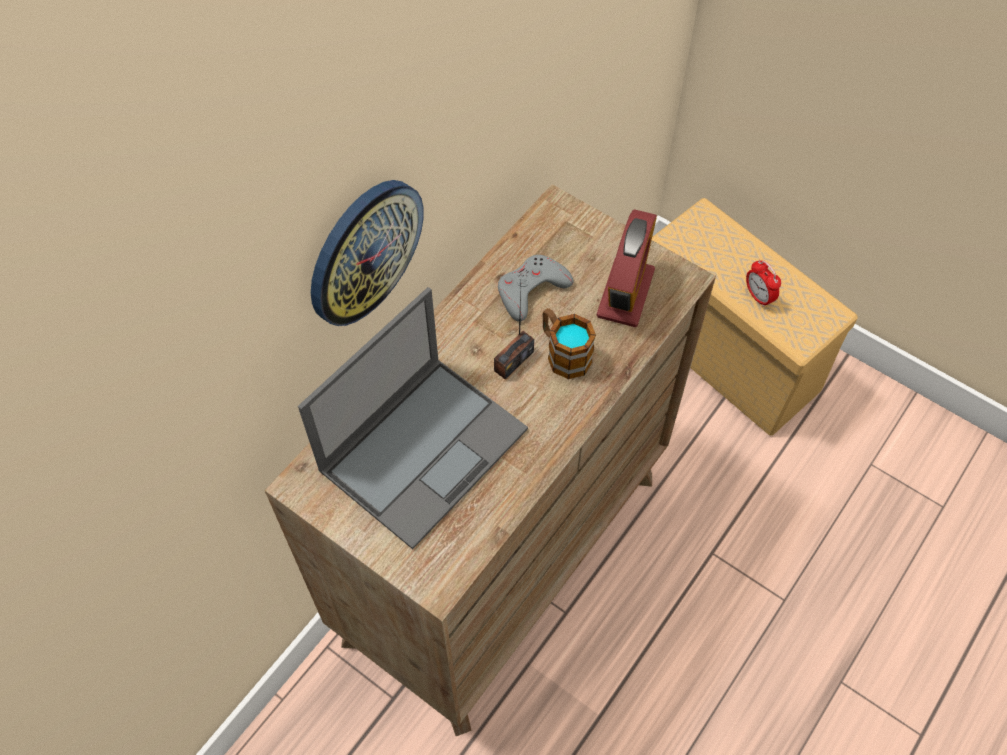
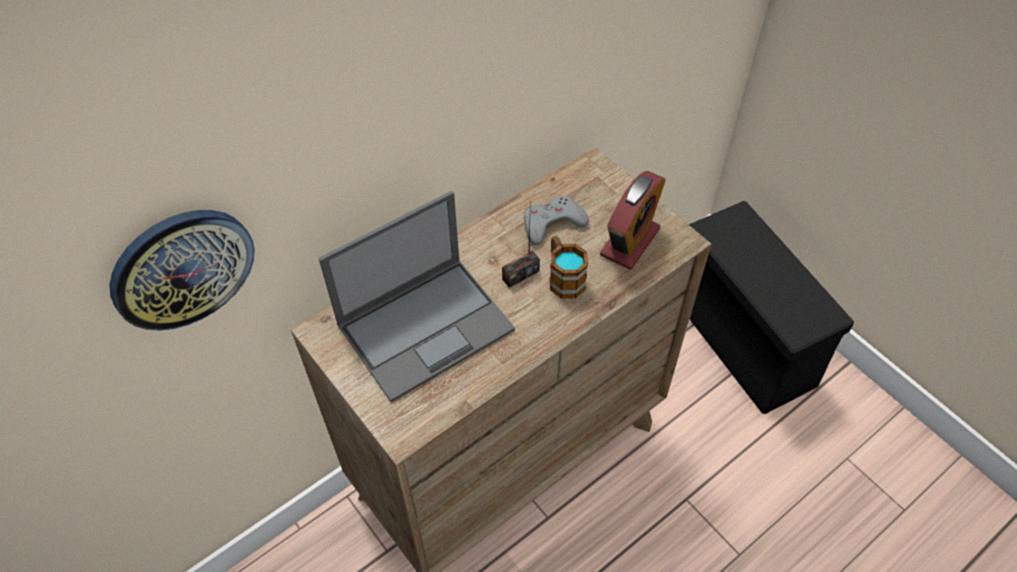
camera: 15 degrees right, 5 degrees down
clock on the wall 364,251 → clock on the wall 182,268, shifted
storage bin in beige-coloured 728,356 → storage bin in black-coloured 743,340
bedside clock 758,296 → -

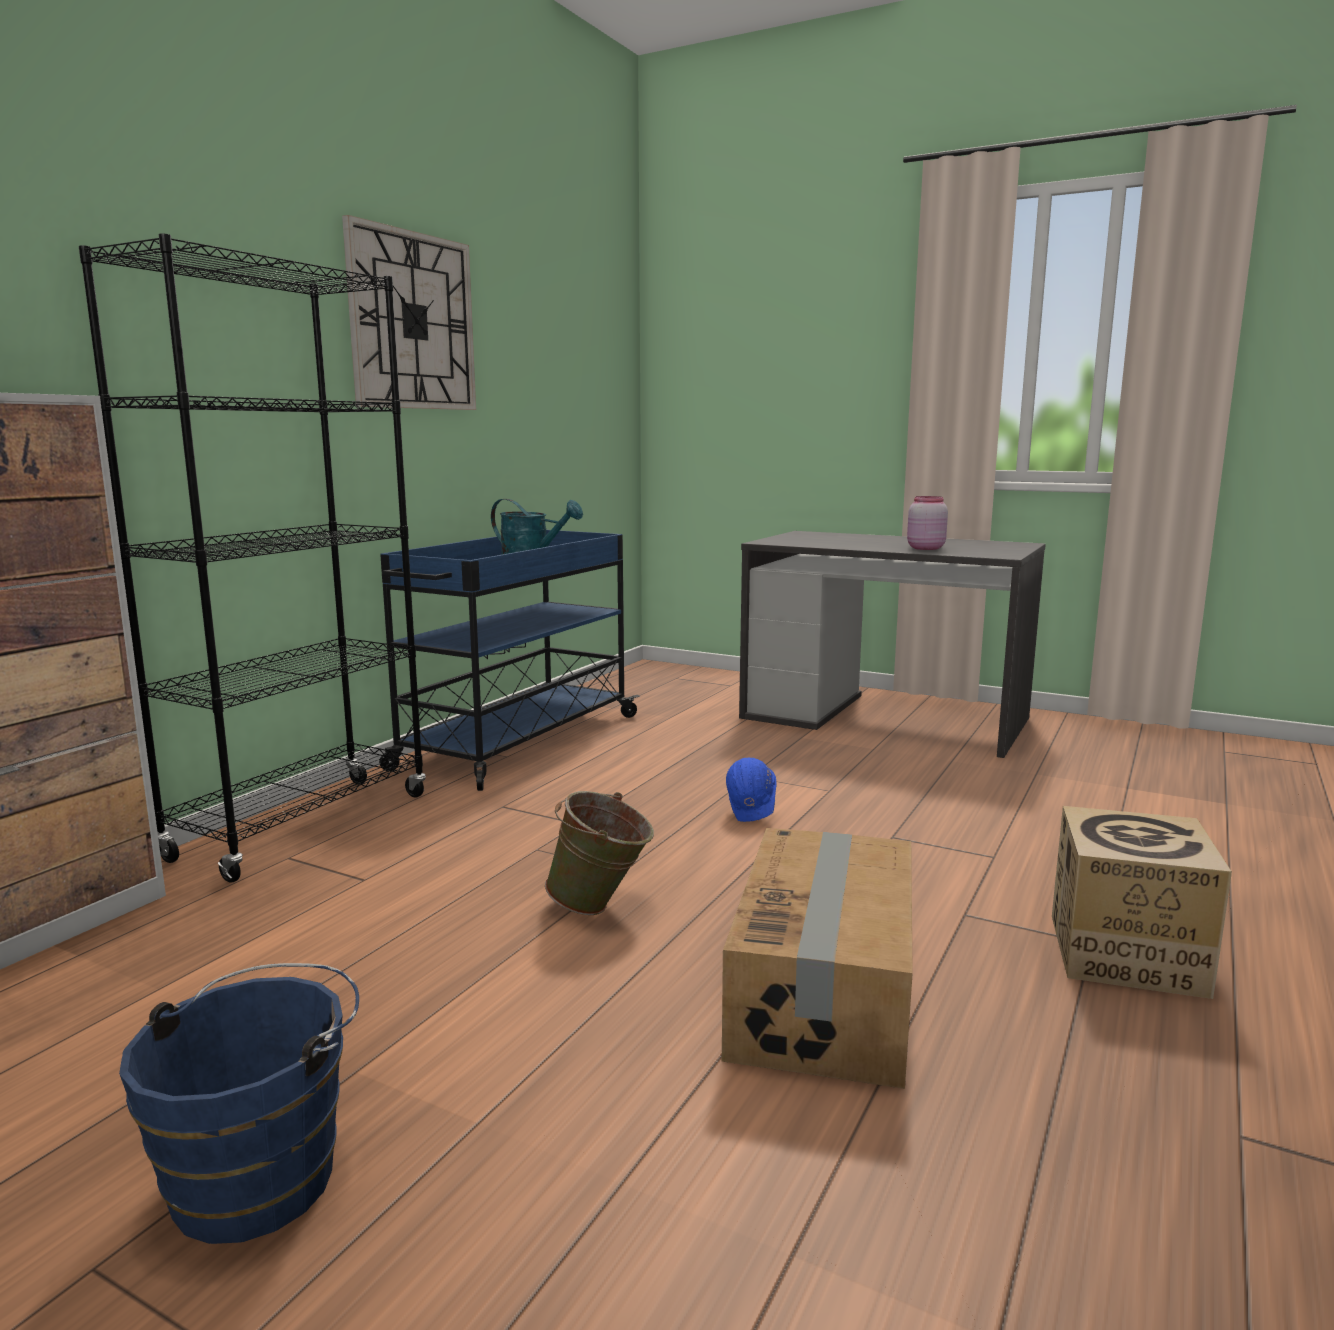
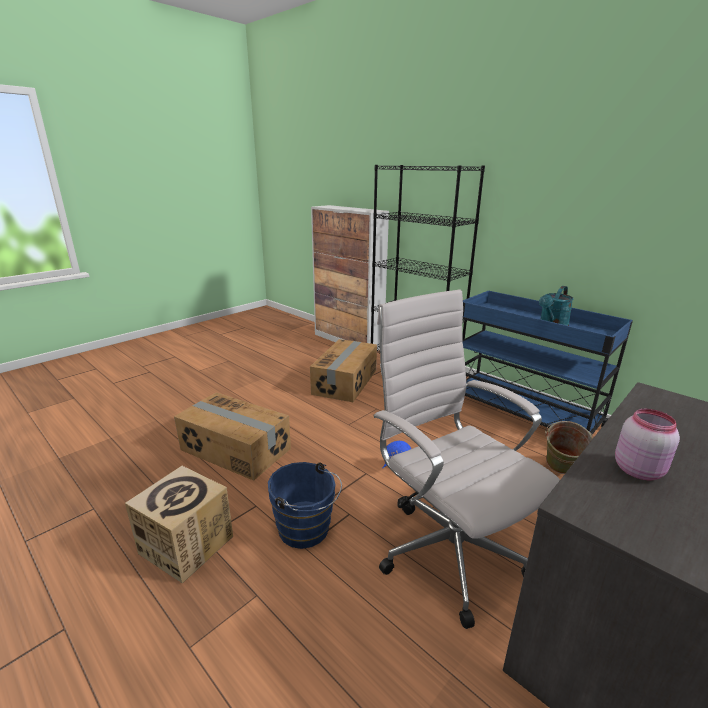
camera: 105 degrees right, 10 degrees up
clock on the wall 412,321 → -
water bucket in green-coloured 601,908 → water bucket in green-coloured 560,472, shifted
water bucket in bluish 264,1174 → water bucket in bluish 307,531, shifted
- → office chair in white 447,550
- → carton 346,382

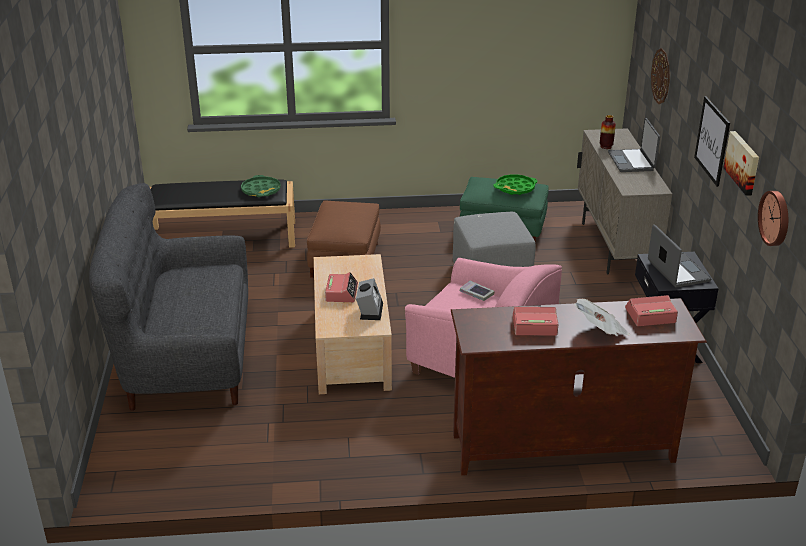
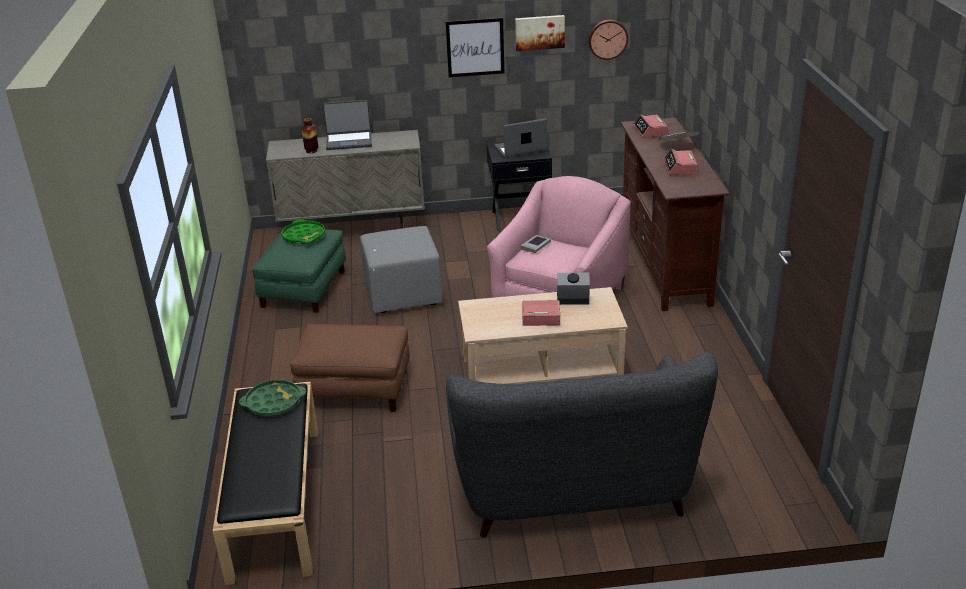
camera: 90 degrees left, 0 degrees up
clock on the wall 661,76 → -

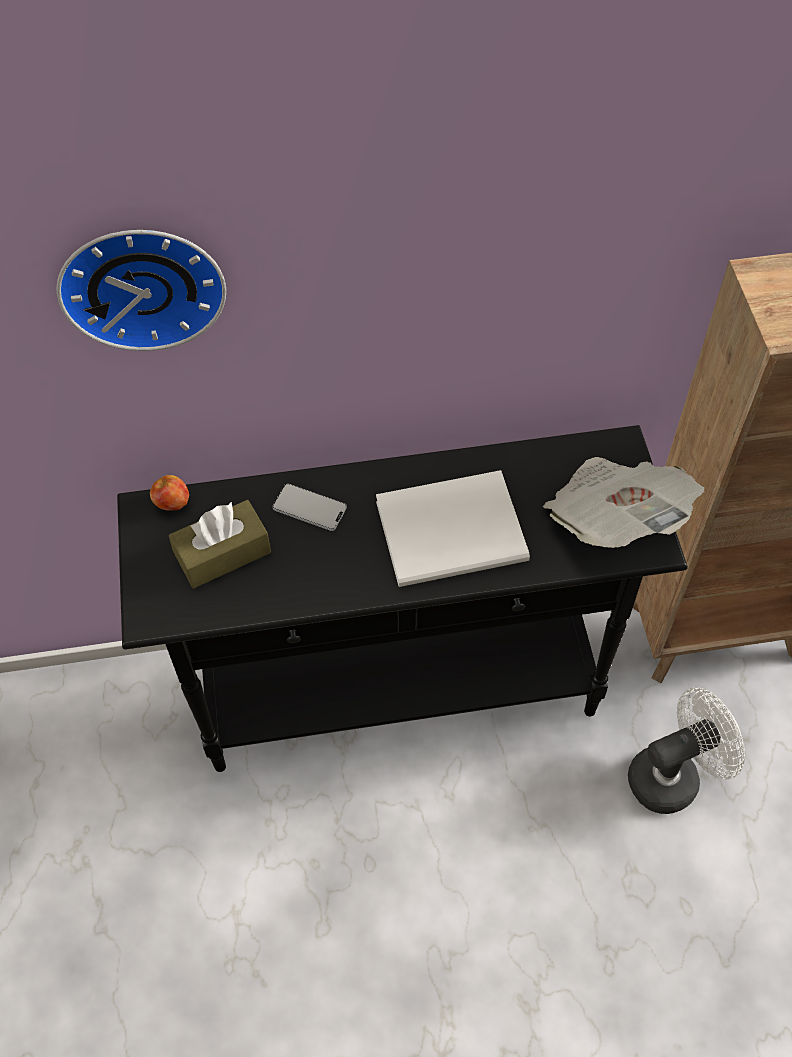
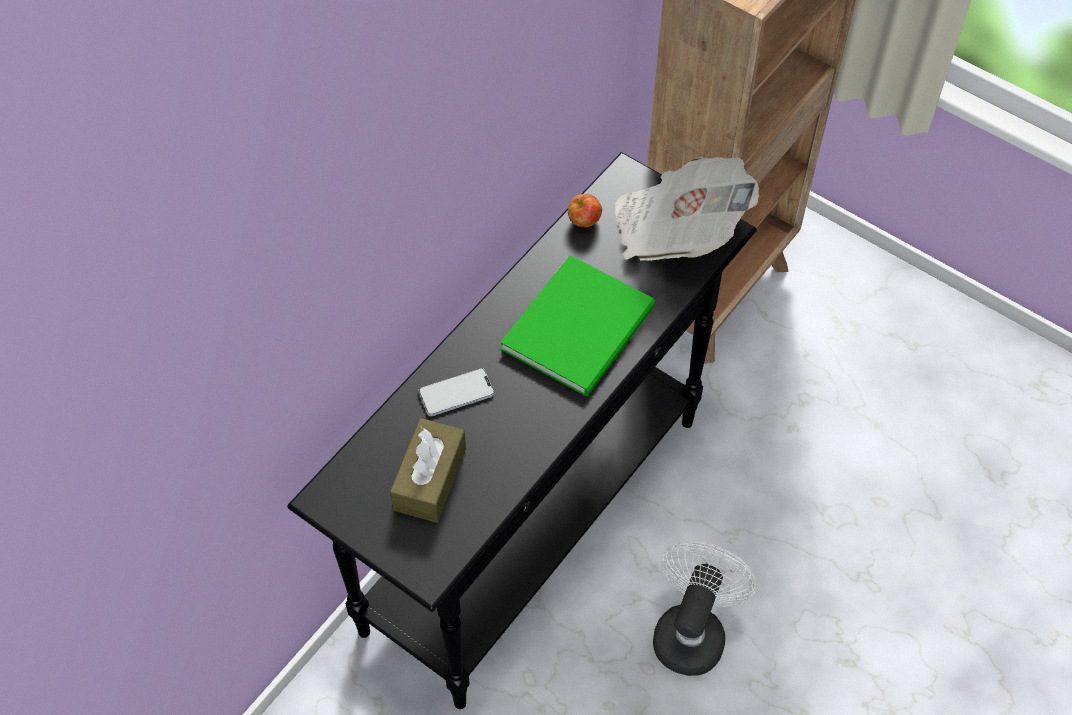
camera: 45 degrees left, 0 degrees up
clock on the wall 142,283 → -
book in white 456,533 → book in green-coloured 583,326
whole apple 172,503 → whole apple 584,222, shifted
cooling fan in white 673,775 → cooling fan in white 692,630, shifted

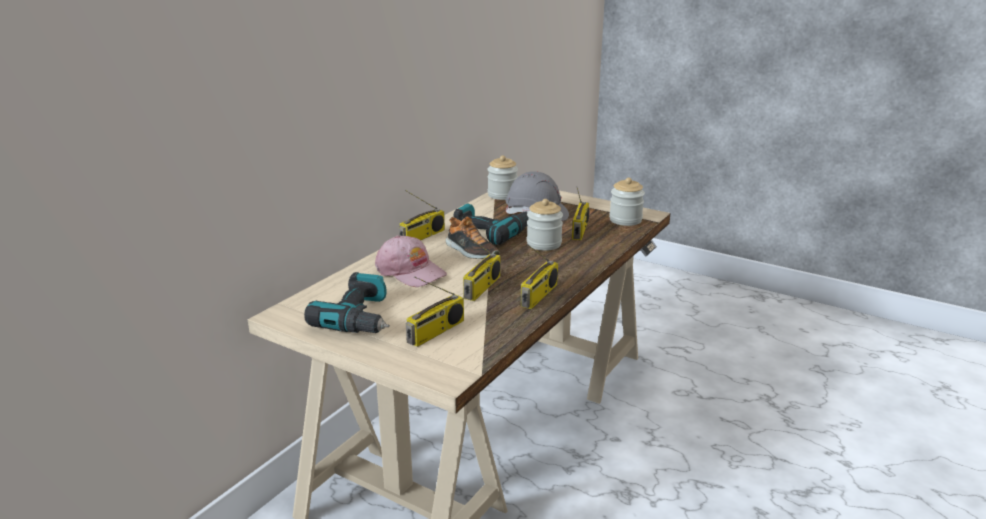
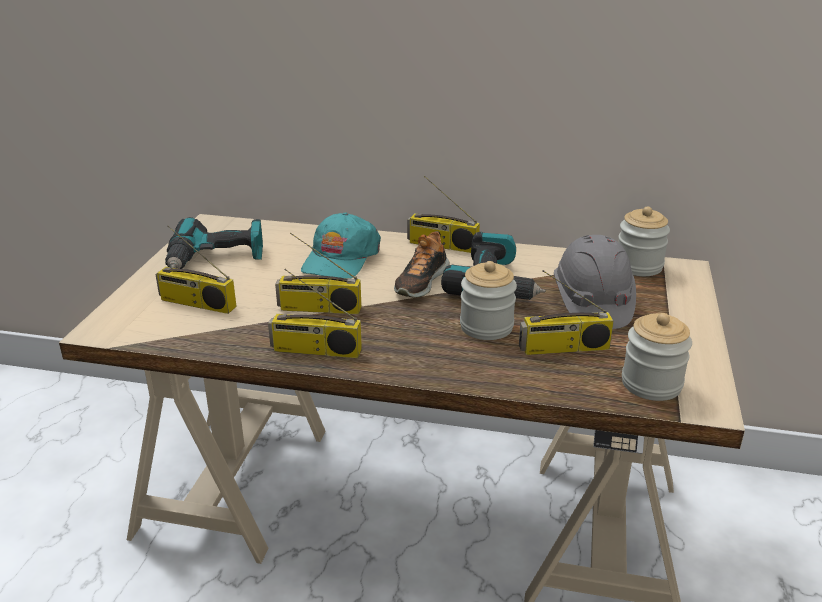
camera: 70 degrees right, 5 degrees up
cap in pinkish 410,271 → cap in blue-green 340,259

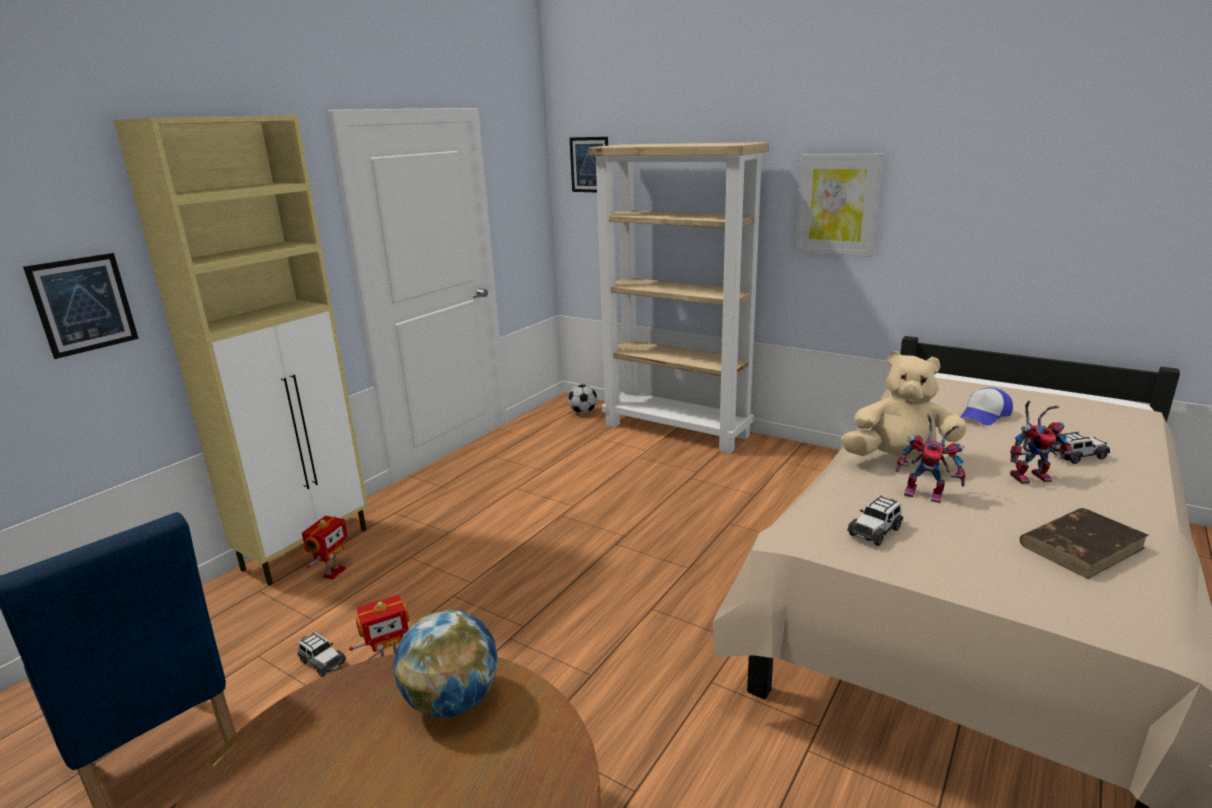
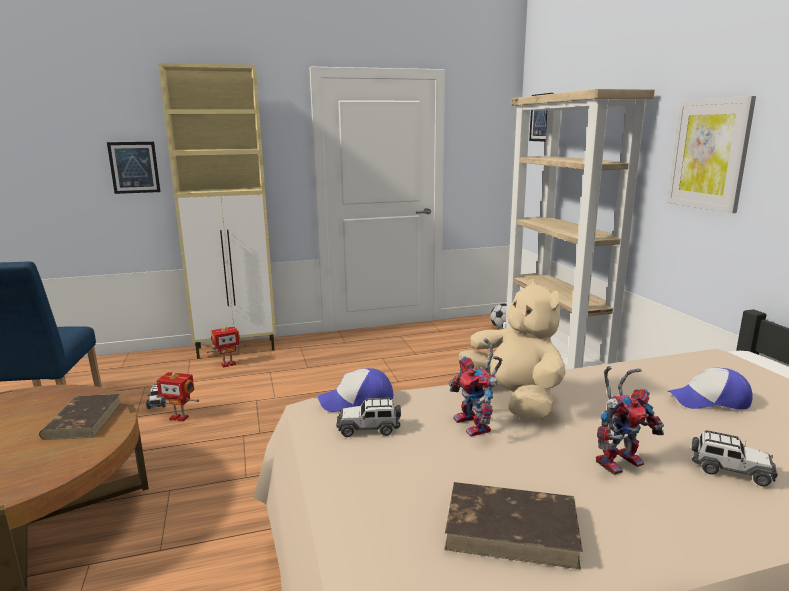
camera: 40 degrees right, 5 degrees down
toy robot 1031,476 → toy robot 619,460, 60 degrees counterclockwise
world globe 452,701 → book in brown-coloured 83,420
- → cap 357,401

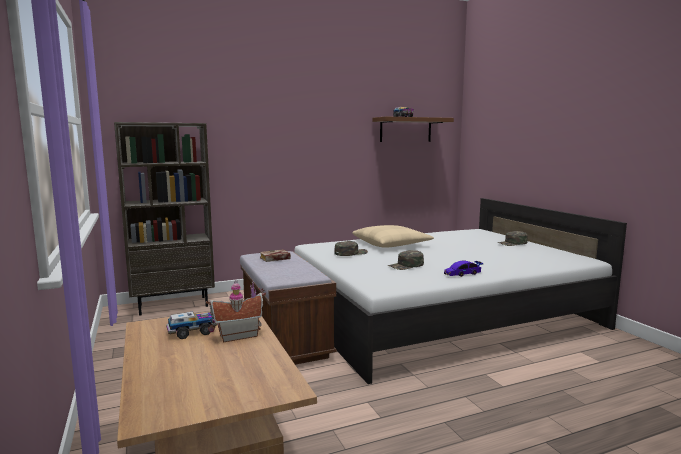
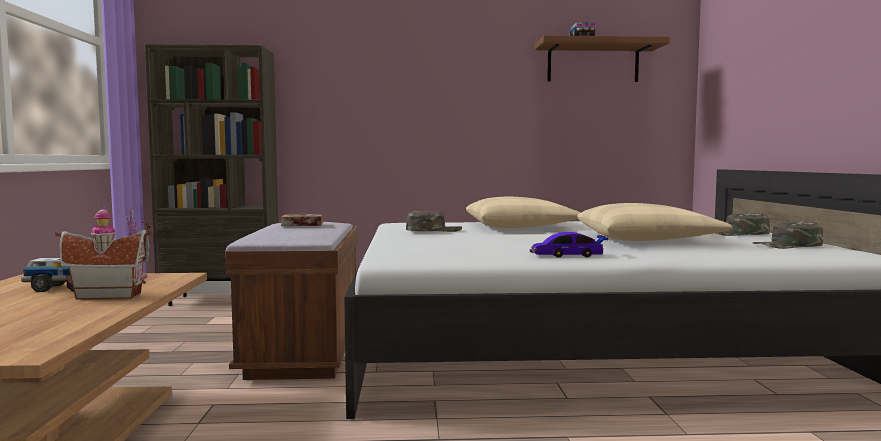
camera: 20 degrees right, 5 degrees down
cap in green-coloured 406,265 → cap in green-coloured 788,245, shifted
- → pillow in beige-coloured 647,239

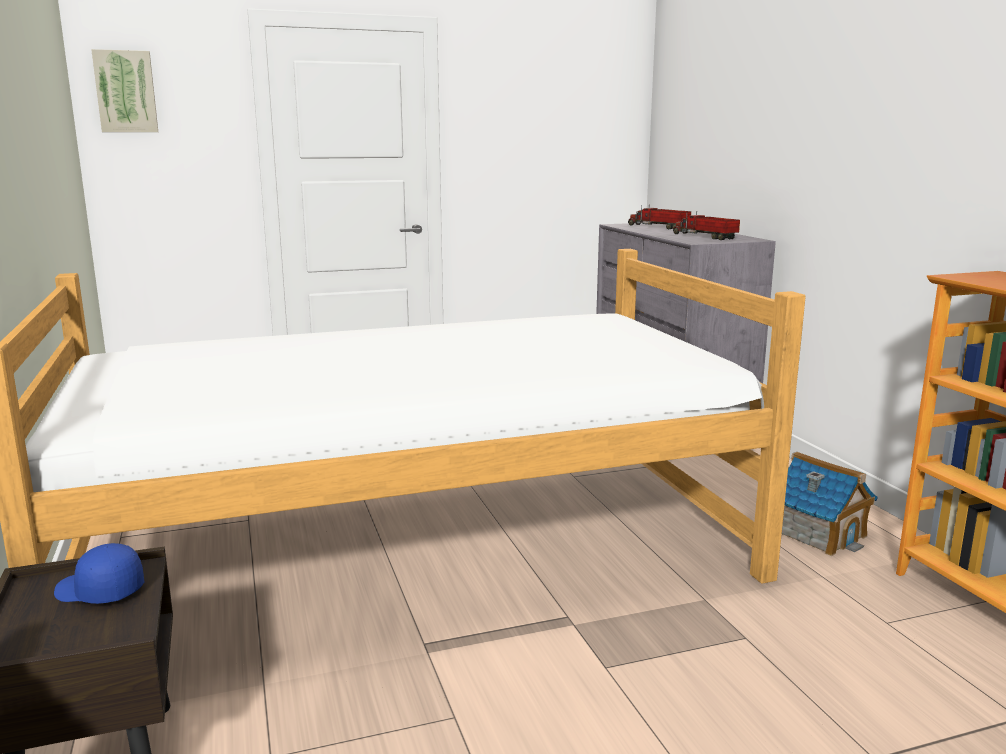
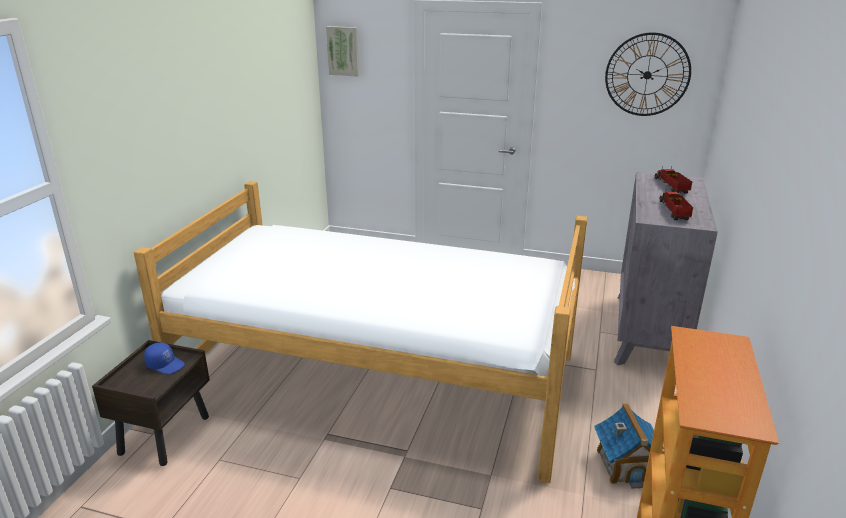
camera: 35 degrees right, 10 degrees up
cap in bluish 99,591 → cap in bluish 165,364, 150 degrees clockwise
- → clock on the wall 647,75

